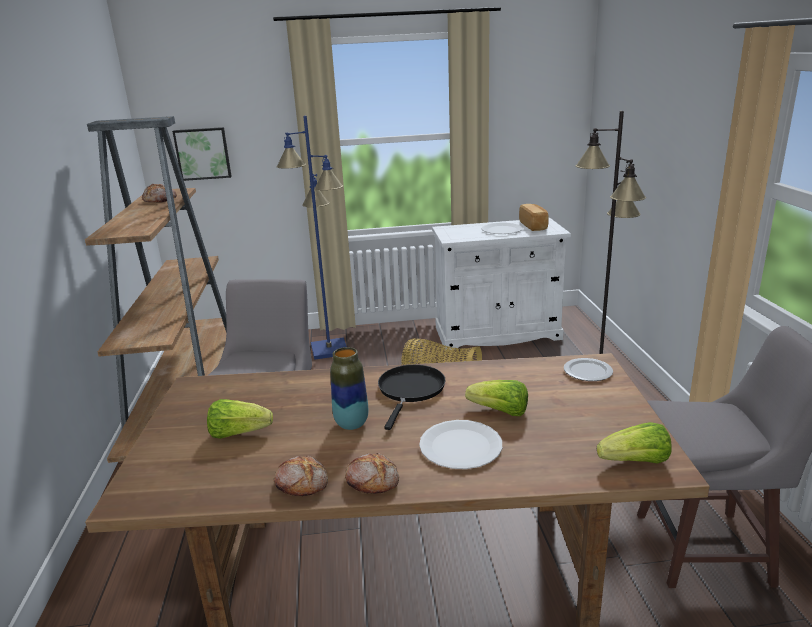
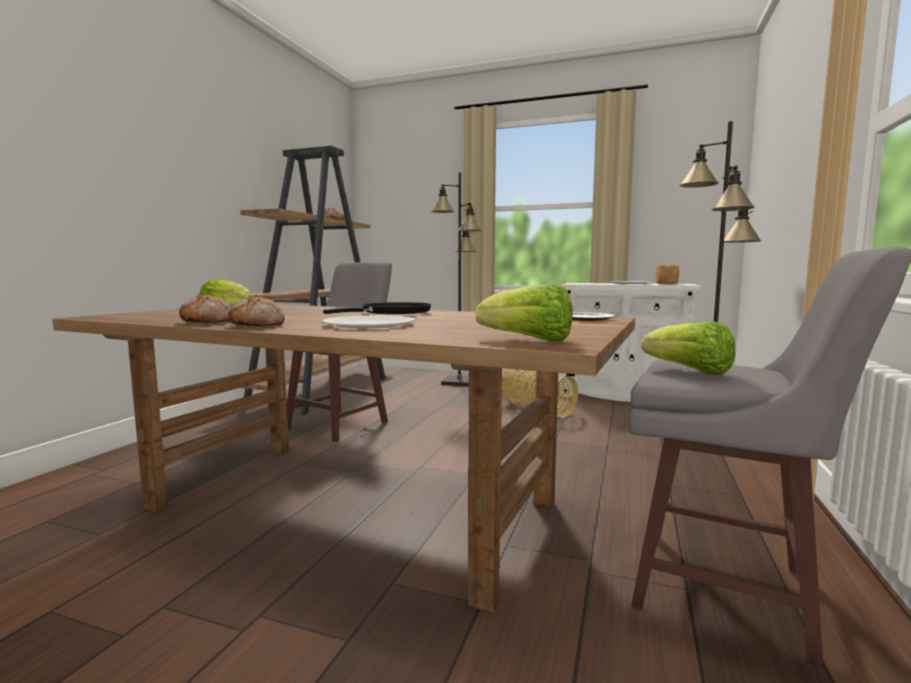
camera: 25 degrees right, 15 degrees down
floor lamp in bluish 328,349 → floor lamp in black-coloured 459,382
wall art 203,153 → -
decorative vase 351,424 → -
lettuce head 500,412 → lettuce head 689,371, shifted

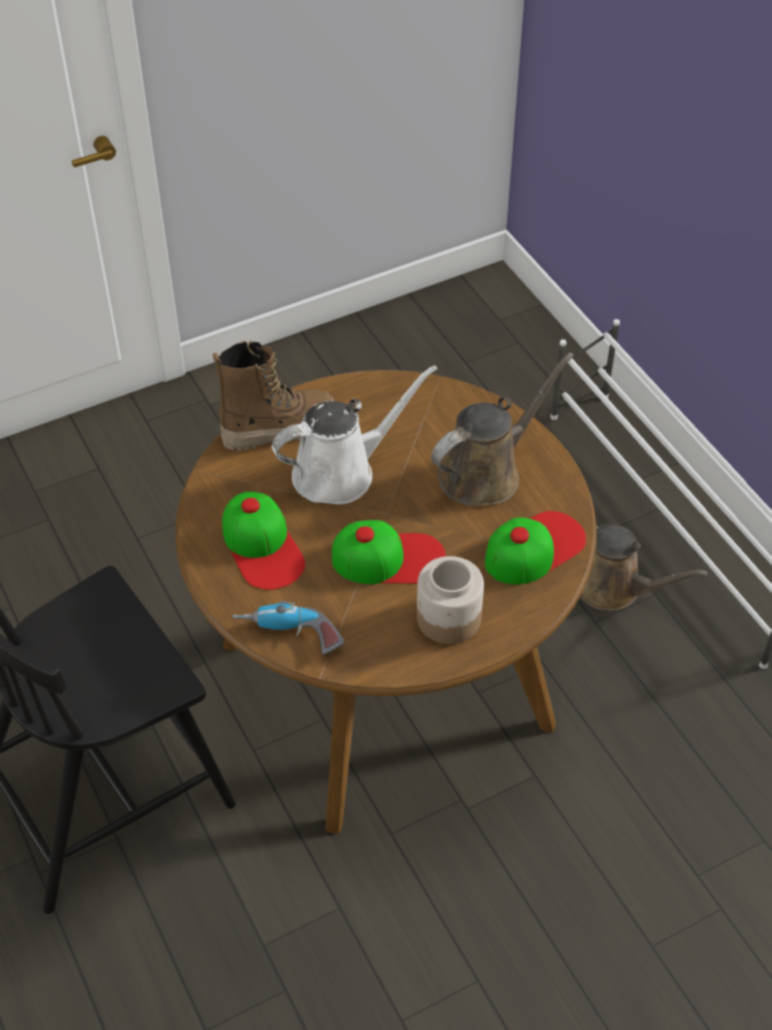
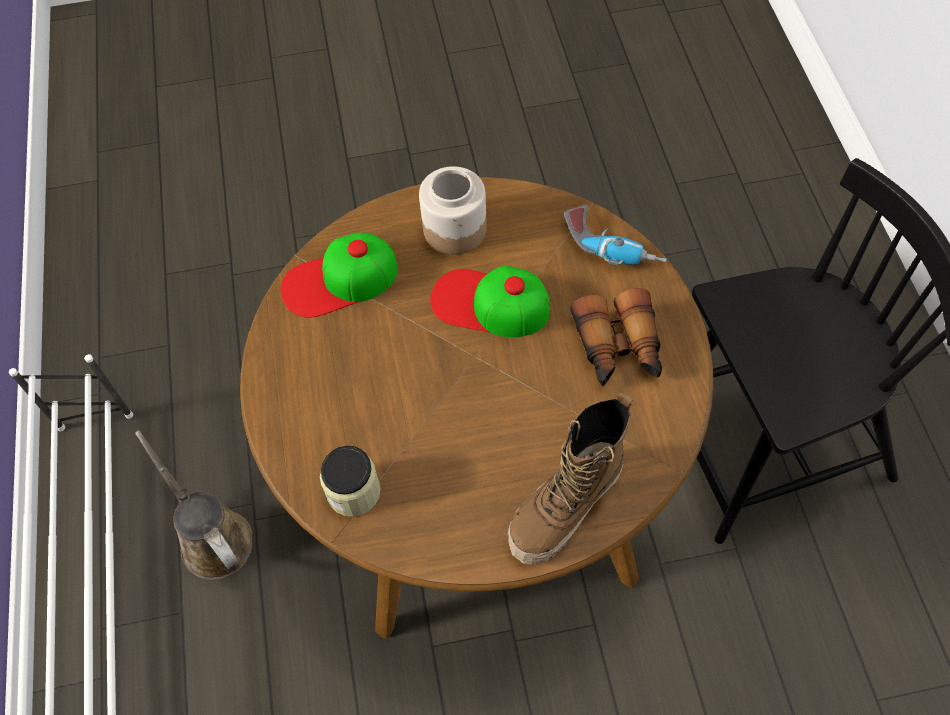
camera: 160 degrees left, 10 degrees up
high-top boot 278,428 → high-top boot 565,509, 45 degrees counterclockwise
sprinkling can in brown-coloured 486,473 → -
sprinkling can in white 341,472 → -
cap 262,546 → pair of binoculars 618,349
- → preserve jar 353,492

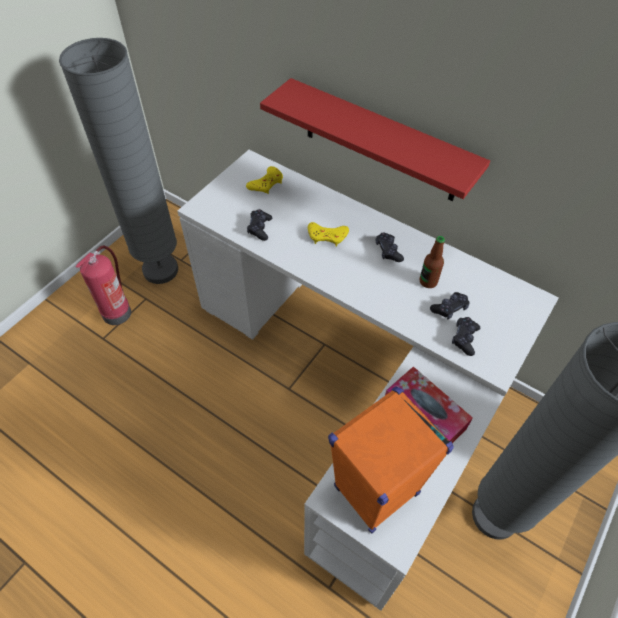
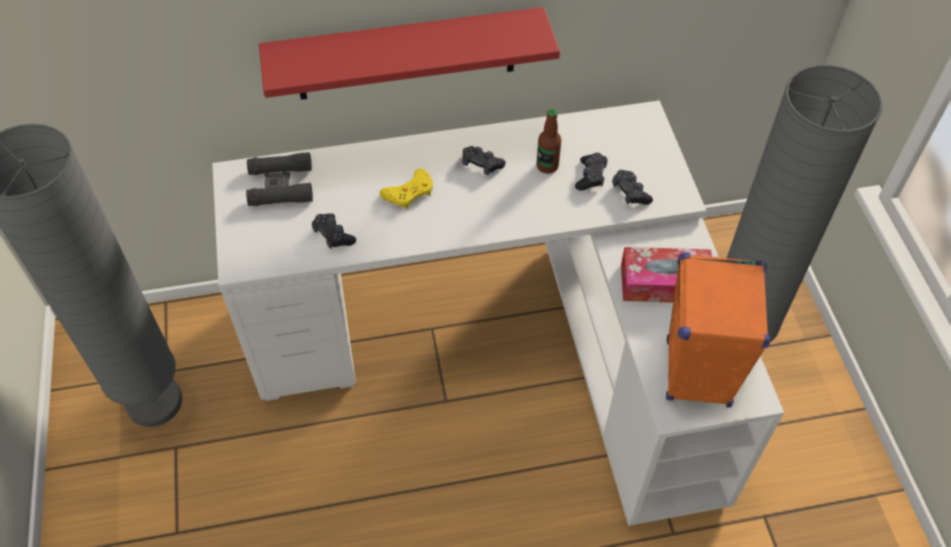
camera: 45 degrees left, 0 degrees up
game controller in yellow-coloured 266,183 → pair of binoculars in black-coloured 281,185
fire-fighting cylinder 117,312 → -

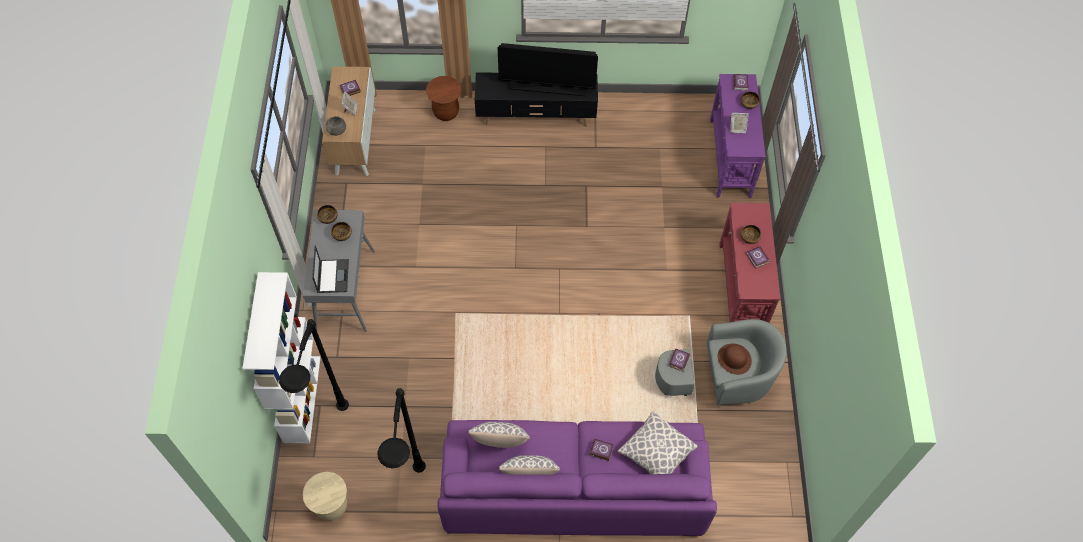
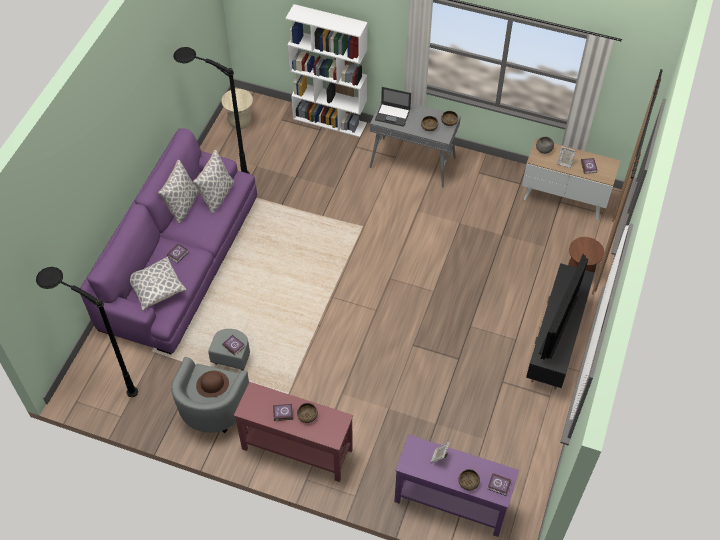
camera: 110 degrees right, 5 degrees down
floor lamp in black-coloured 334,442 → floor lamp in black-coloured 102,378, shifted

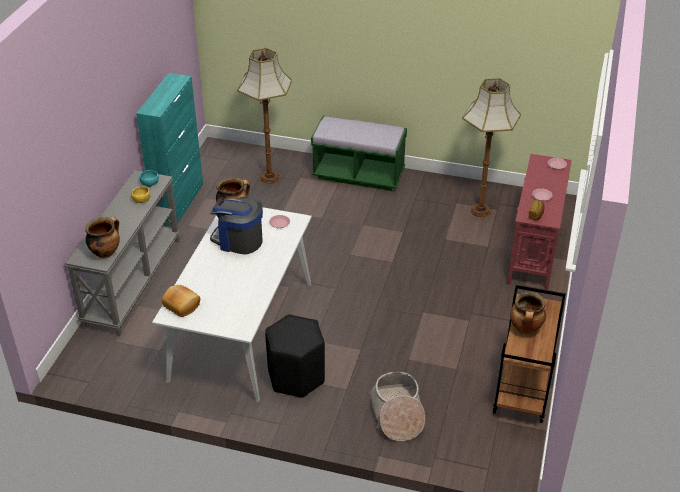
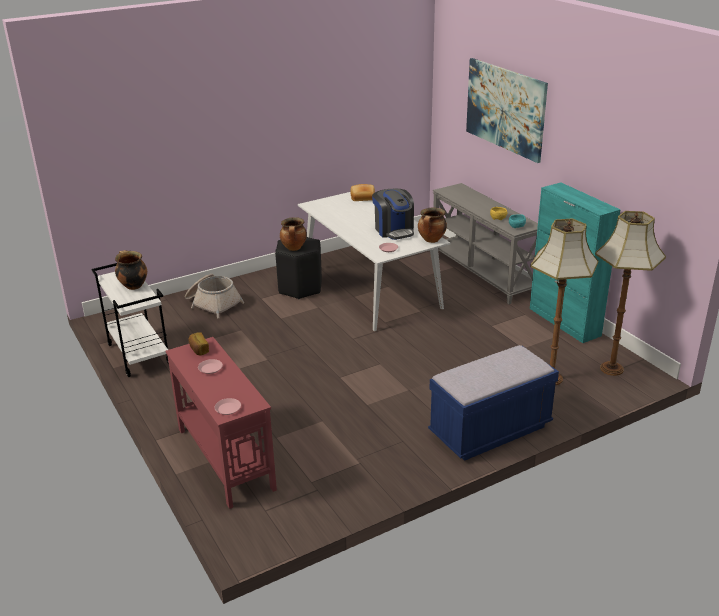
camera: 135 degrees right, 10 degrees down
floor lamp 481,210 → floor lamp 612,369, shifted
indoor bench in green-coloured 358,175 → indoor bench in bluish 490,430
coffee machine 238,240 → coffee machine 394,230, 90 degrees clockwise
stockpot 106,252 → stockpot 294,248, shifted
cart in brown-coloured 523,390 → cart in white 138,354
- → wall art 505,108

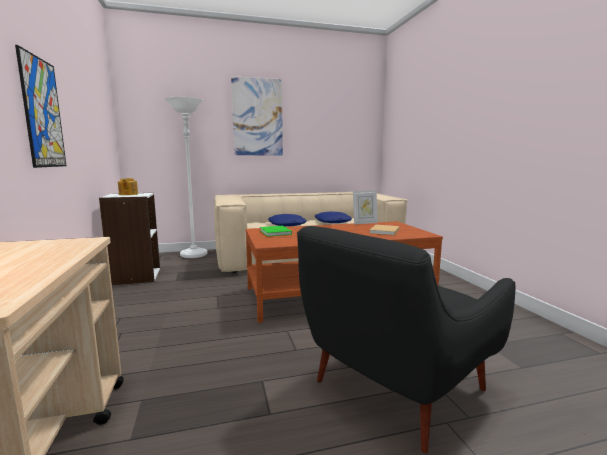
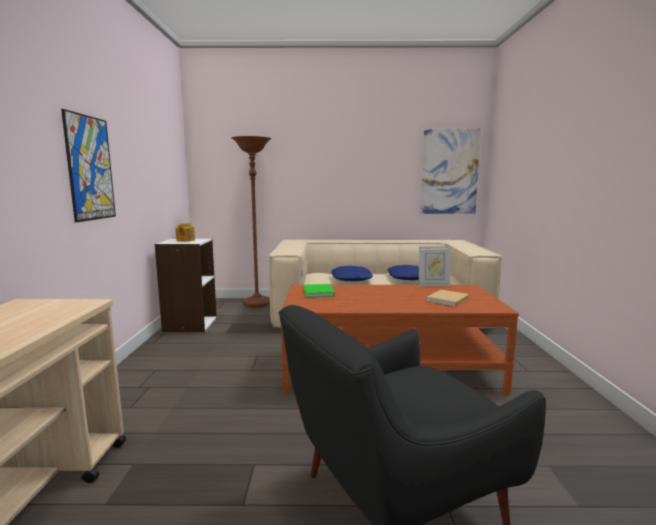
camera: 15 degrees right, 0 degrees up
wall art 257,117 → wall art 450,171, shifted
floor lamp in white 194,255 → floor lamp in brown-coloured 257,303

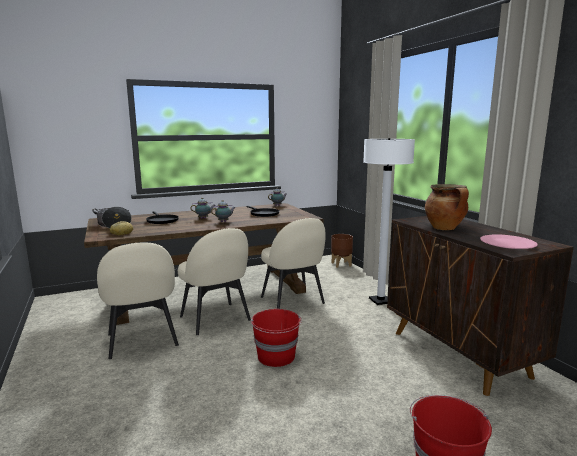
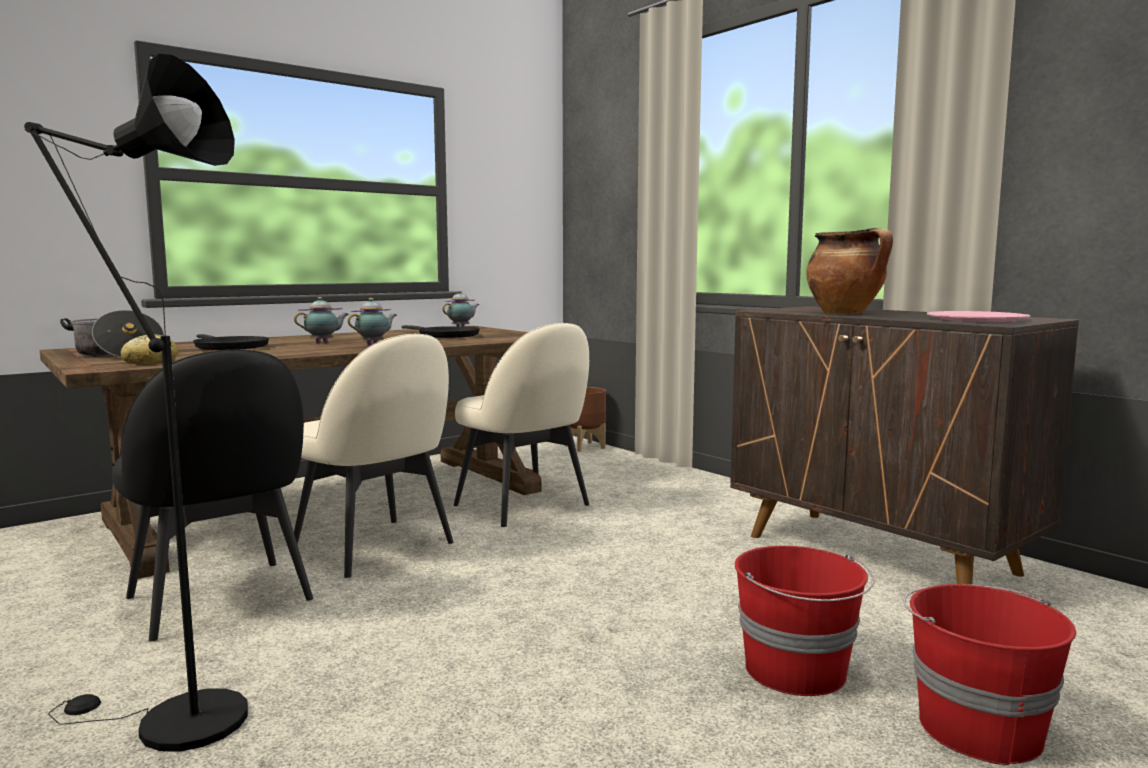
camera: 15 degrees left, 5 degrees down
floor lamp in white 380,301 → -
upright chair in beige-coloured 142,341 → upright chair in black-coloured 221,600
water bucket in red-coloured 276,357 → water bucket in red-coloured 797,671, shifted
- → floor lamp in black-coloured 174,721

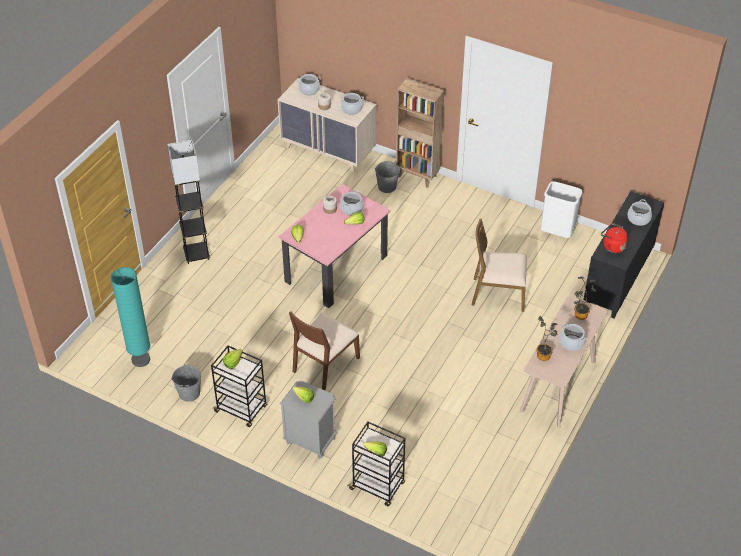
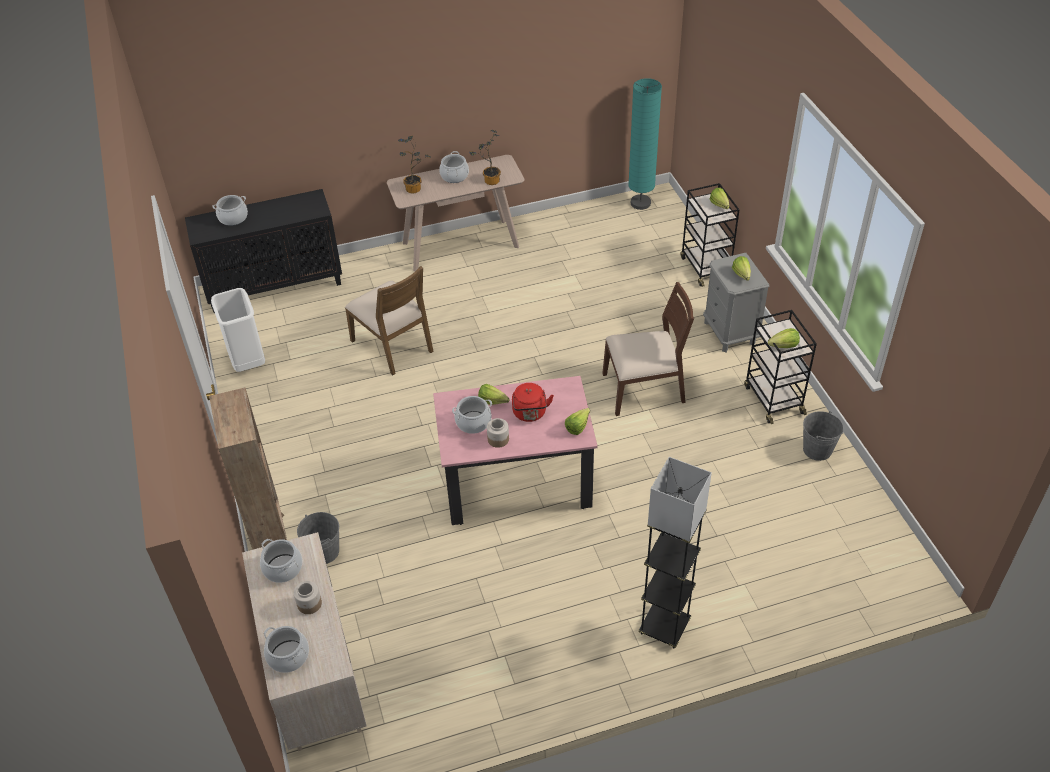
camera: 135 degrees left, 0 degrees up
tea kettle in red-coloured 612,246 → tea kettle in red-coloured 530,414, shifted
floor lamp in blue-green 141,360 → floor lamp in blue-green 640,203, shifted

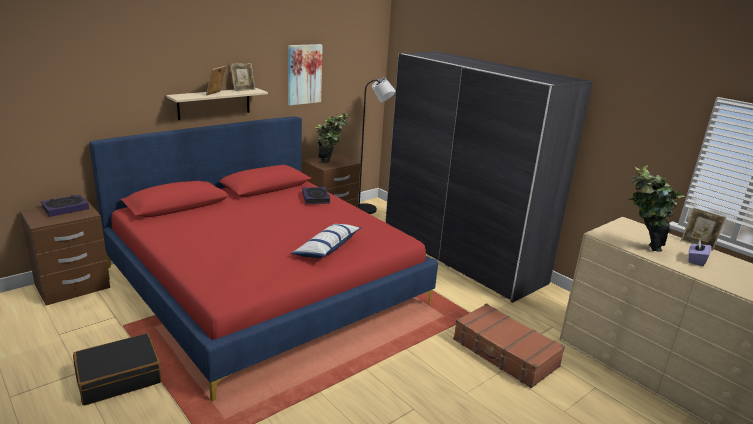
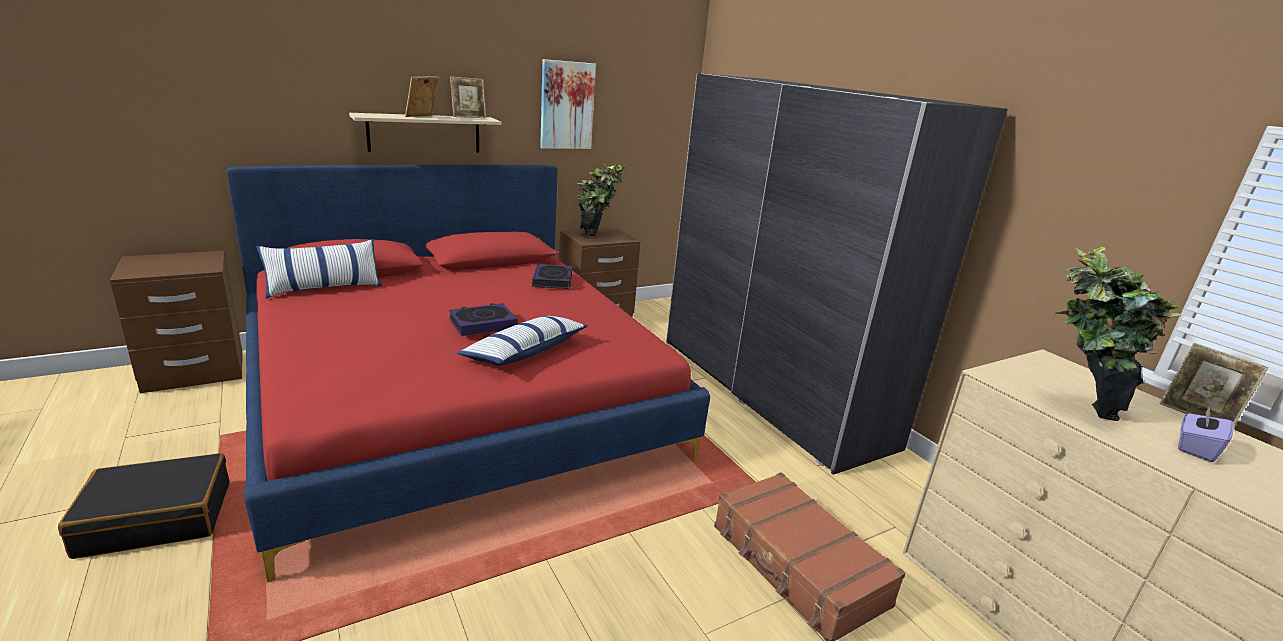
camera: 10 degrees right, 0 degrees up
floor lamp in black-coloured 369,209 → -
book 65,208 → book 483,324, shifted
- → pillow 324,288

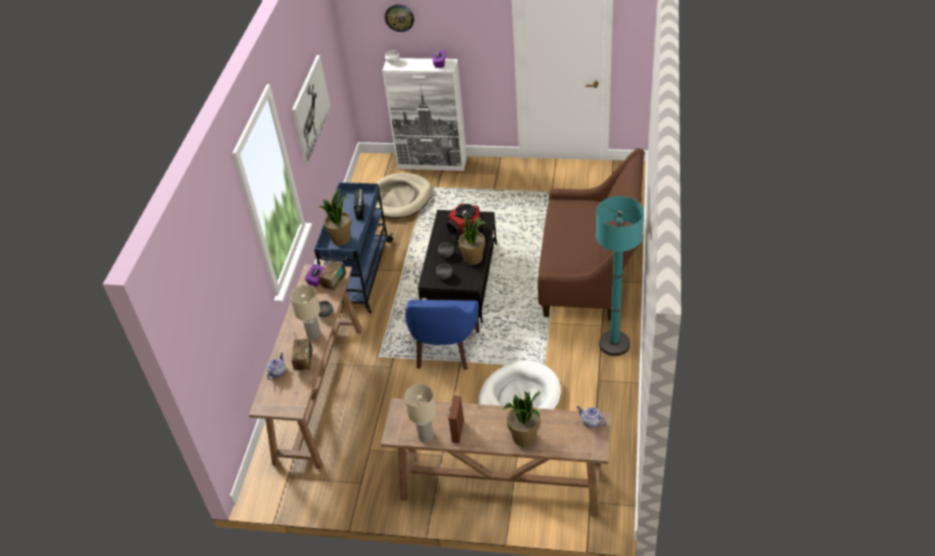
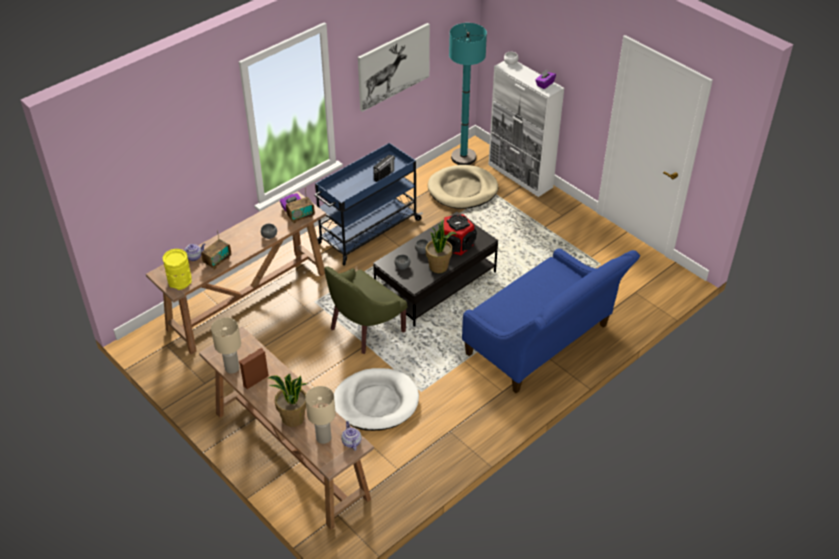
camera: 35 degrees right, 0 degrees up
clock on the wall 399,17 → -
settee in brown-coloured 590,273 → settee in bluish 543,344
houseplant 341,239 → -
floor lamp in blue-green 614,344 → floor lamp in blue-green 463,157, shifted
lamp for a table in beige-coloured 314,335 → lamp for a table in beige-coloured 323,438, shifted
lounge chair in bluish 444,350 → lounge chair in green-coloured 364,328
- → decorative vase in yellow-coloured 180,281

